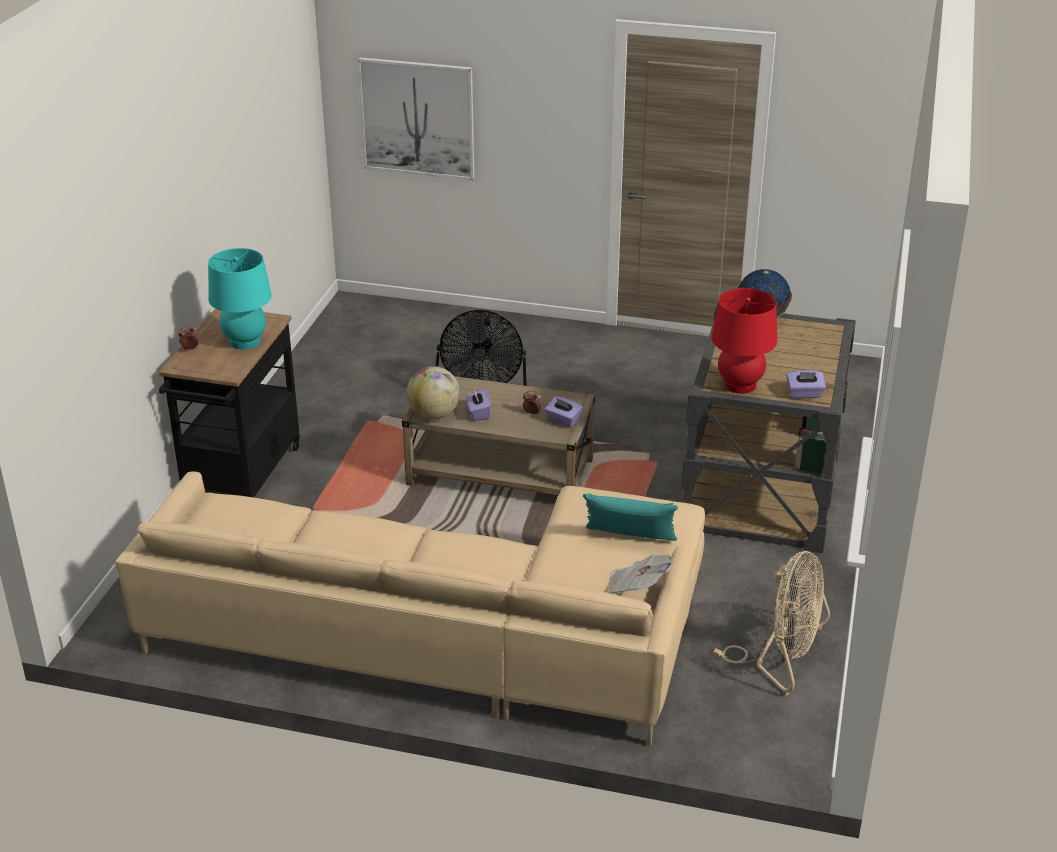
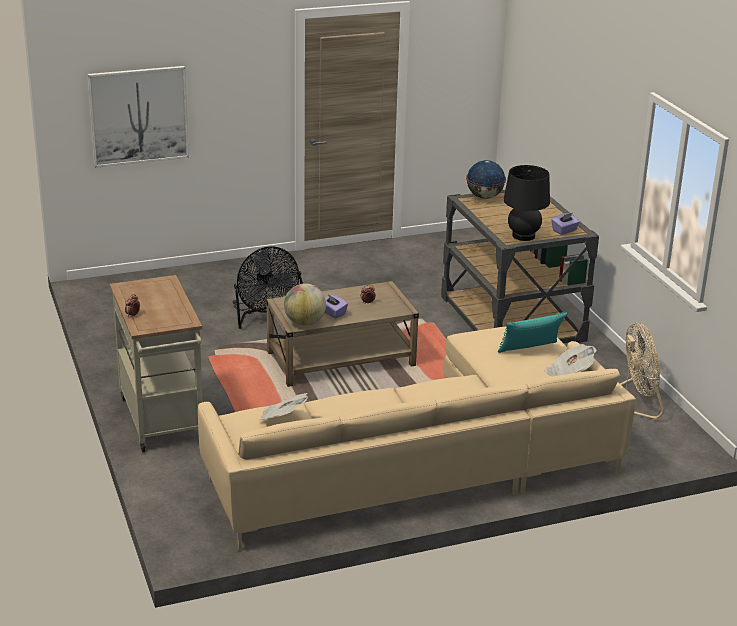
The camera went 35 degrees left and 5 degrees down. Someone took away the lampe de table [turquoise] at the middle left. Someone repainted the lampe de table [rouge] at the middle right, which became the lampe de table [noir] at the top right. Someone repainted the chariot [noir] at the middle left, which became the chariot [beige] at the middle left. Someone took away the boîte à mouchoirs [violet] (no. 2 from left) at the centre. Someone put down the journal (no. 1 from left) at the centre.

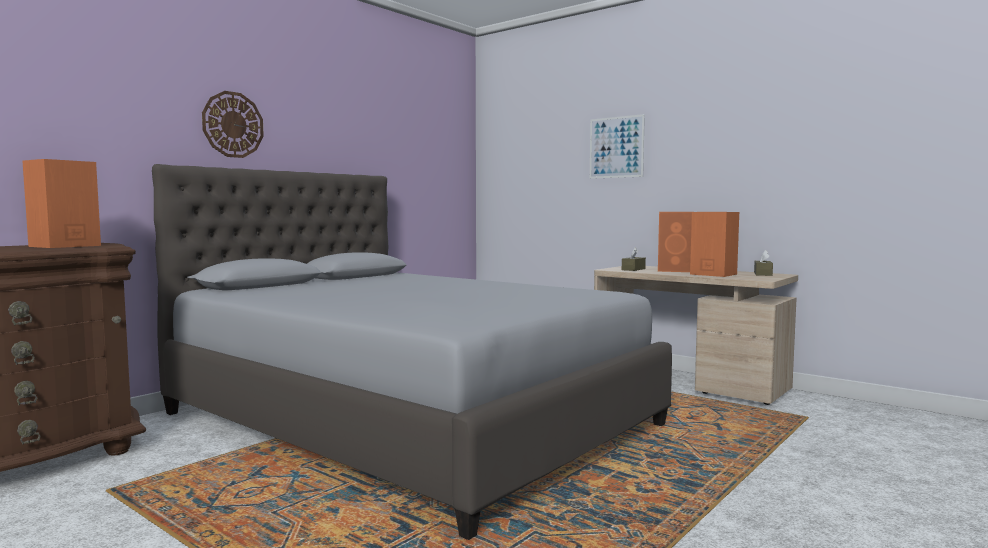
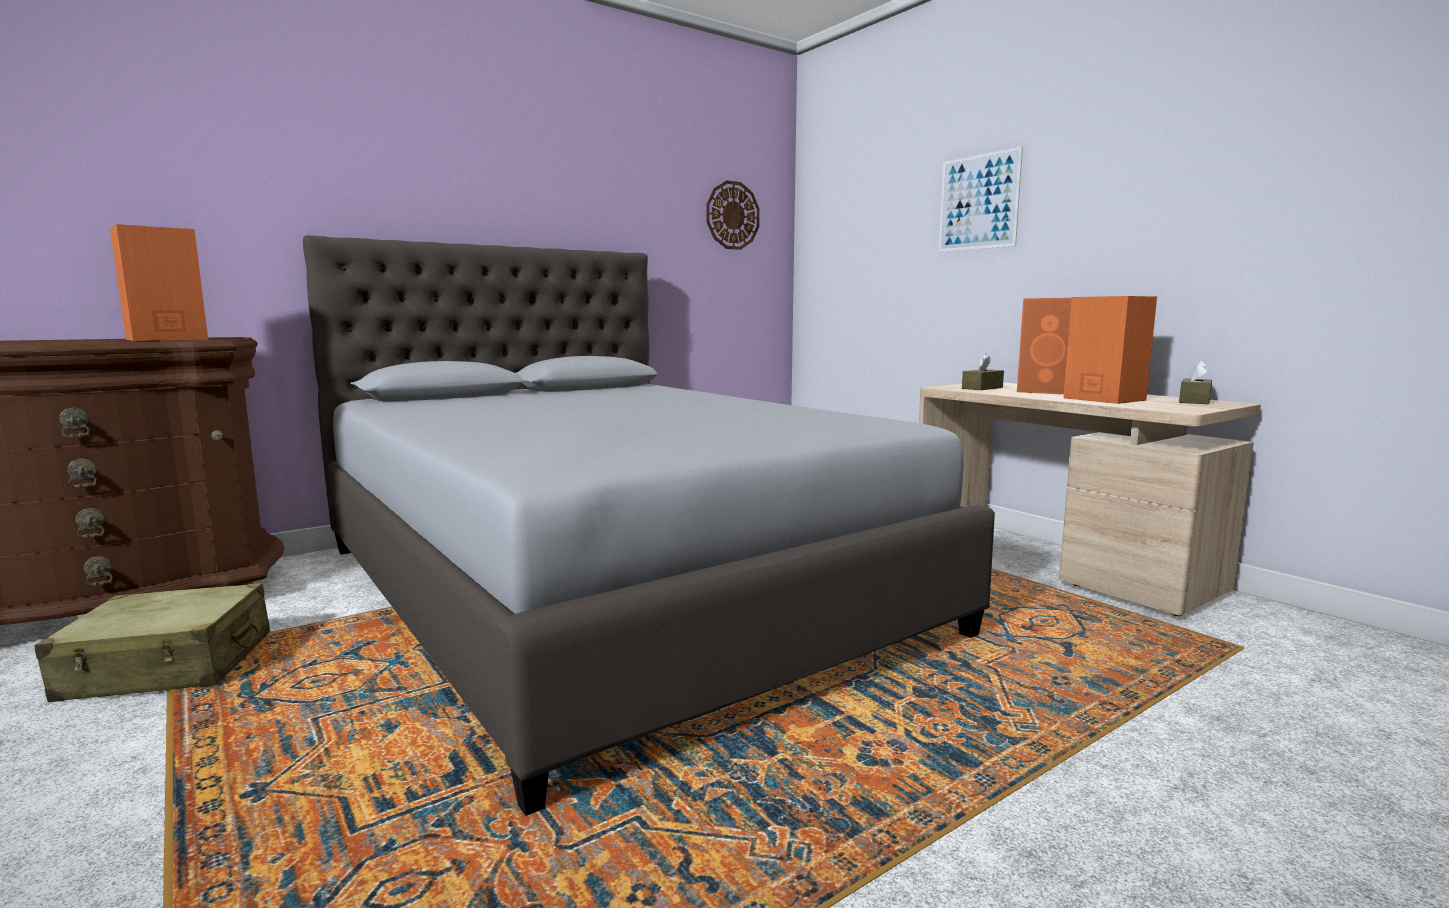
The camera went 15 degrees right and 5 degrees up. Someone carried the horloge murale from the top left to the top centre. Someone put down the valise [beige] at the bottom left.

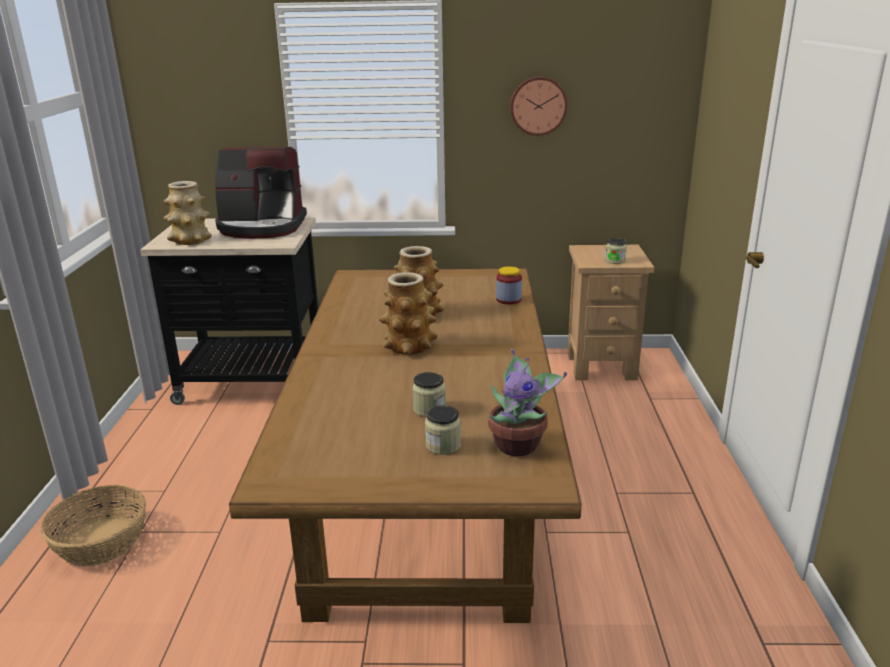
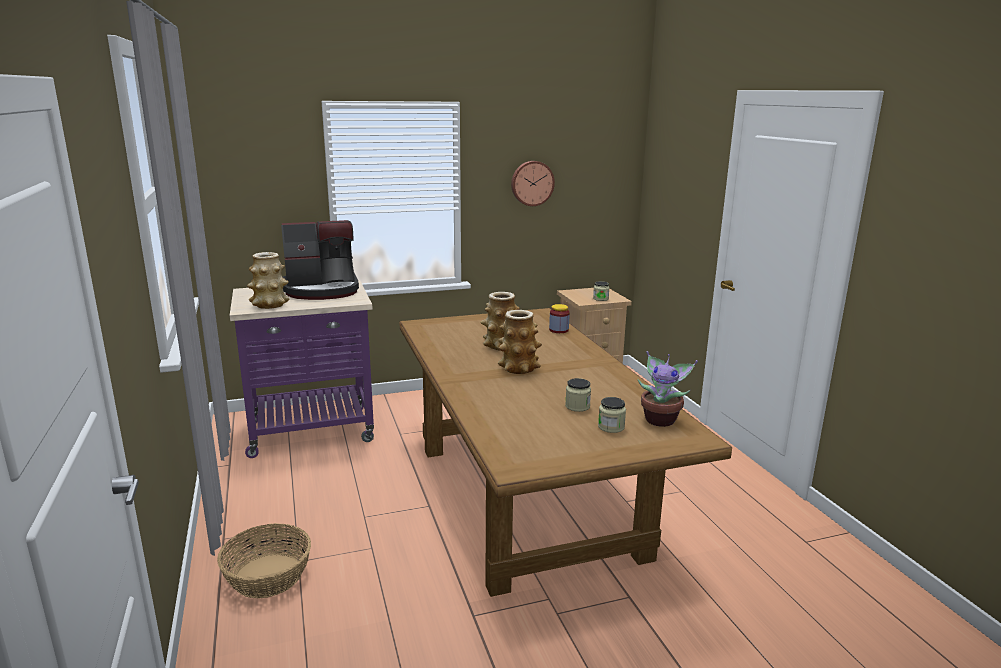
The camera went 20 degrees left and 5 degrees down. Someone repainted the chariot [noir] at the middle left, which became the chariot [violet] at the middle left.

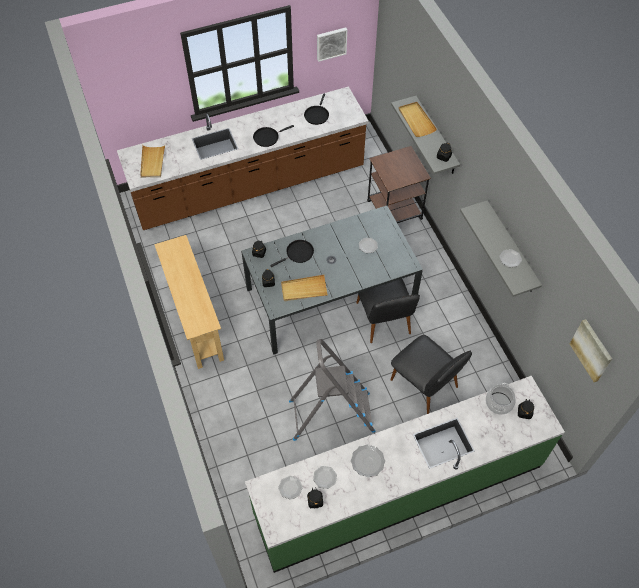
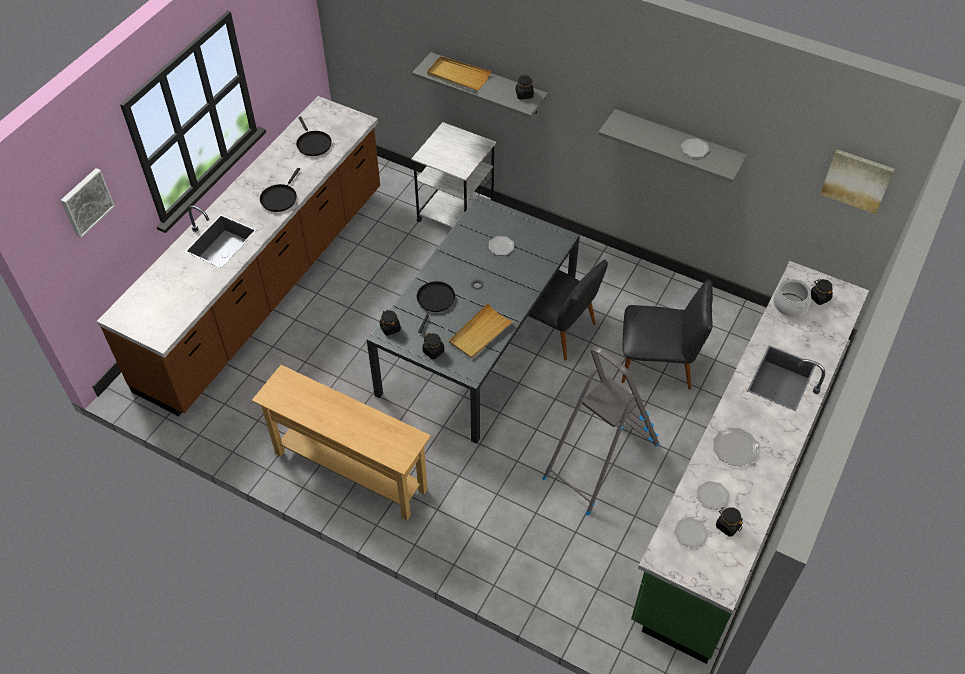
The camera went 40 degrees left and 5 degrees down. Someone carried the tableau (no. 1 from left) from the top centre to the top left. Someone took away the plateau [beige] (no. 1 from left) at the top left. Someone repainted the chariot [marron] at the top centre, which became the chariot [blanc] at the top centre.

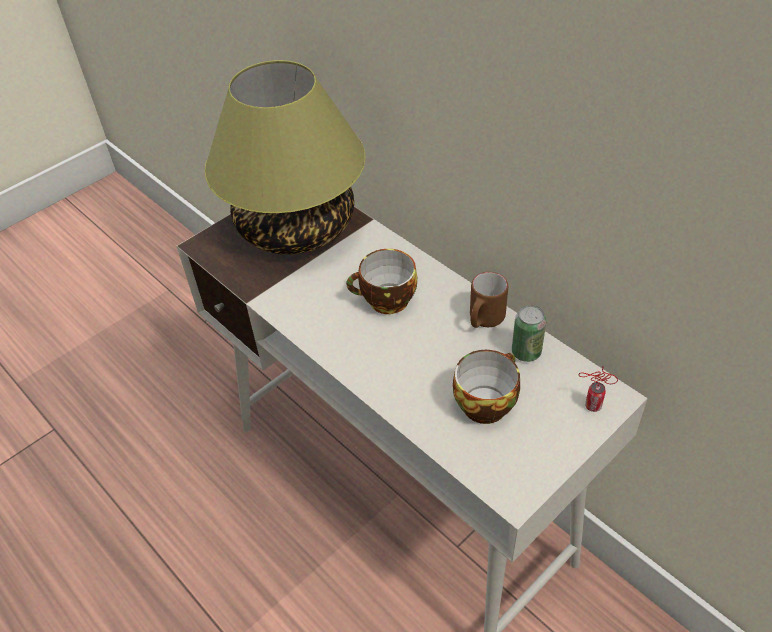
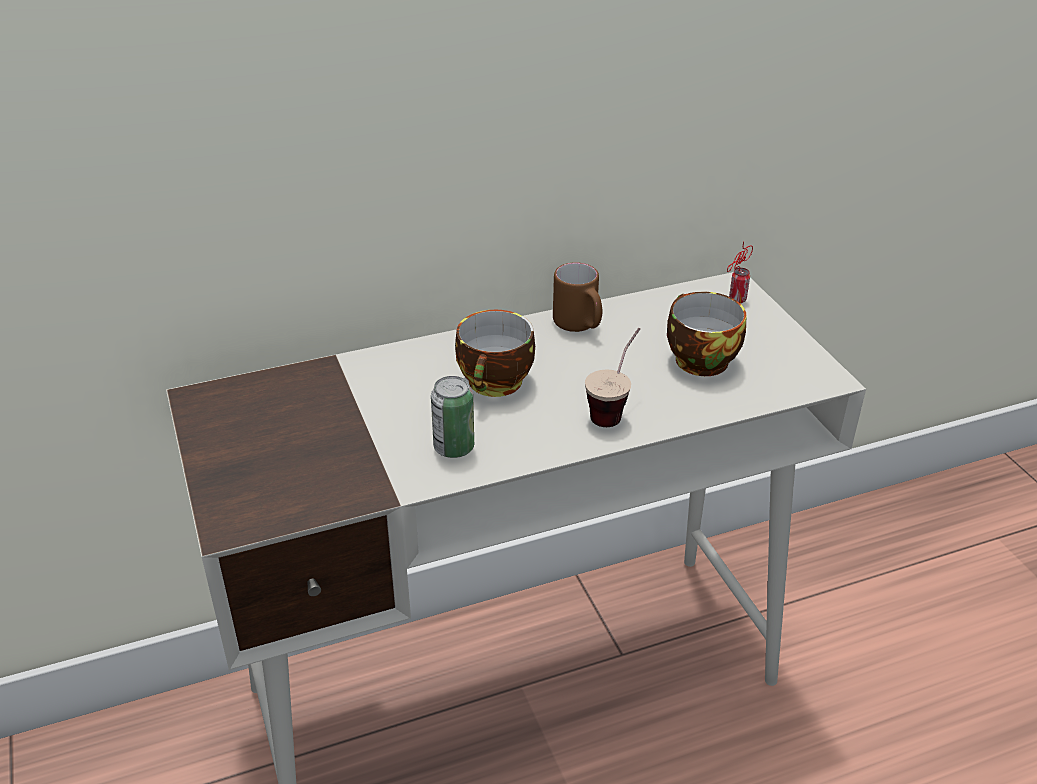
The camera went 70 degrees left and 10 degrees down. Someone took away the lampe de table at the top centre. Someone carried the boîte métallique (no. 1 from left) from the middle right to the centre. Someone put down the tasse (no. 2 from left) at the centre.

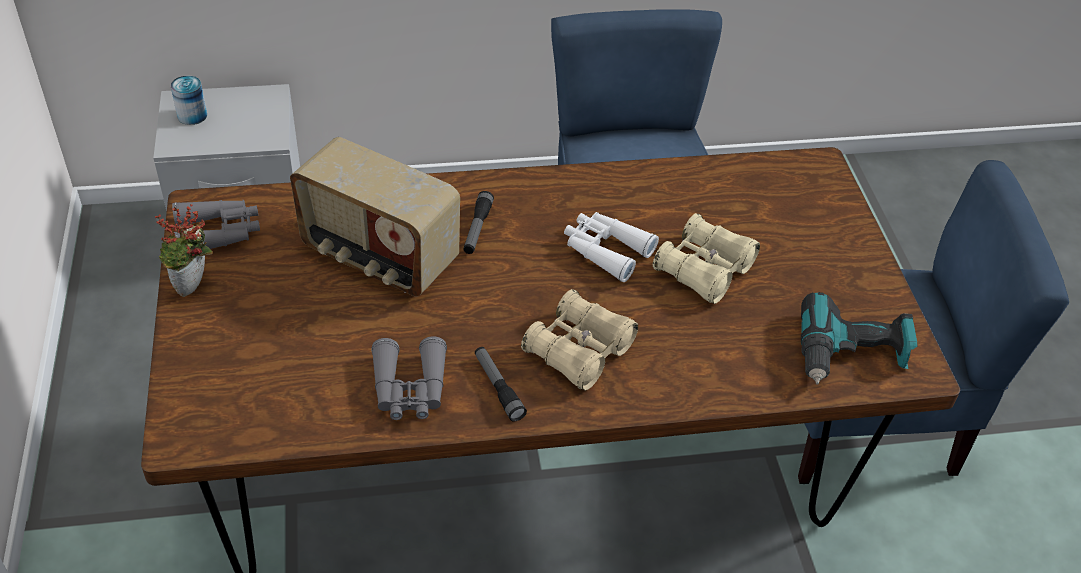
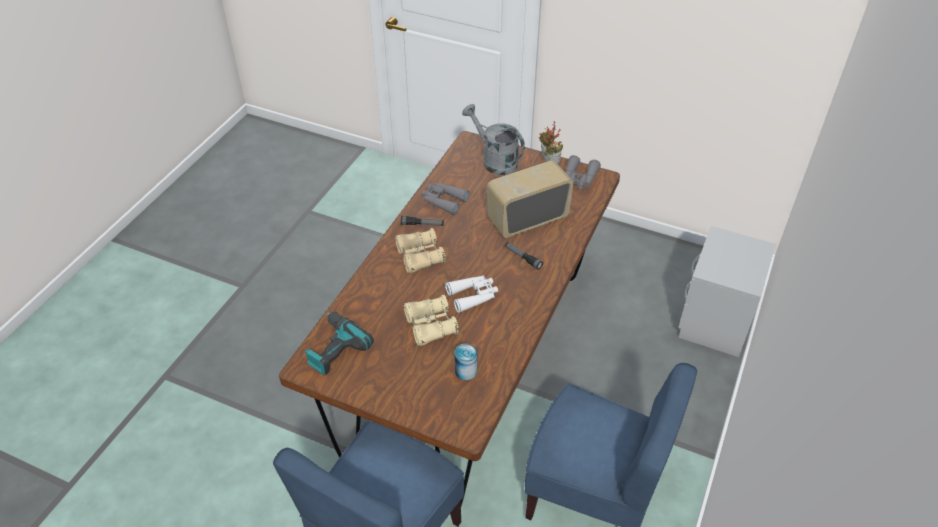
The camera went 125 degrees right and 0 degrees up. Someone carried the boîte métallique from the top left to the bottom centre. Someone put down the arrosoir [gris] at the top centre.

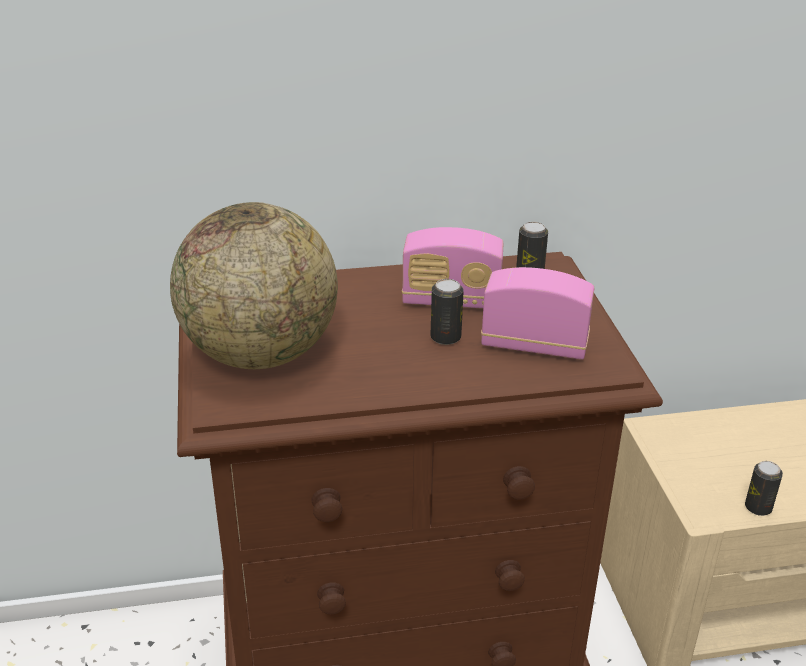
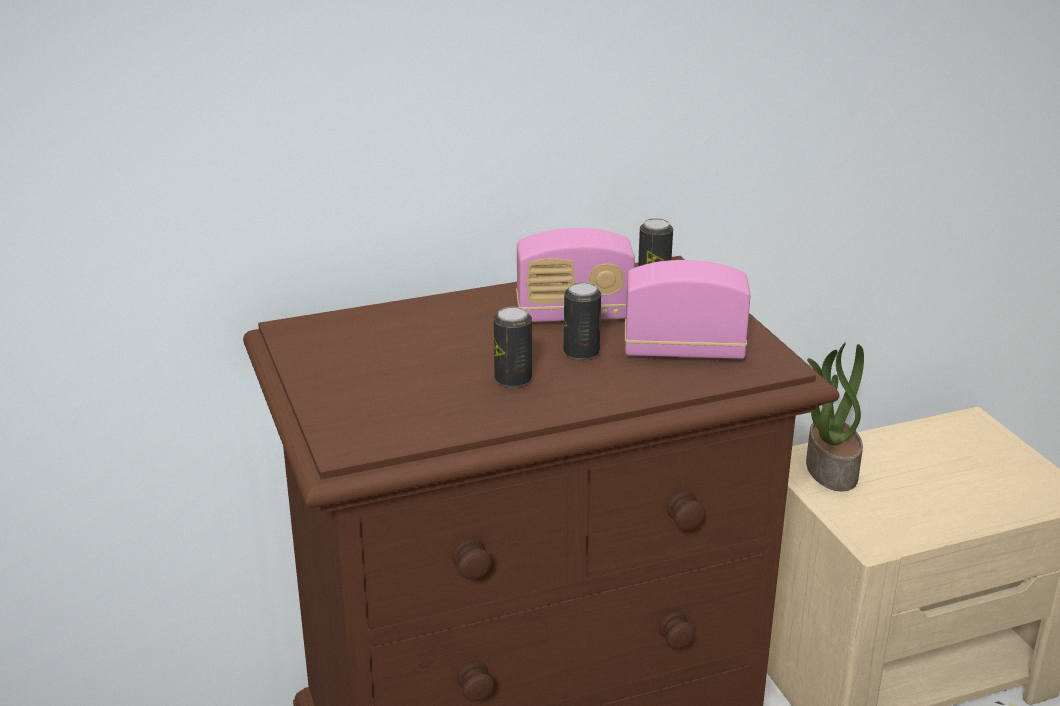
The camera went 10 degrees left and 5 degrees down. Someone took away the globe at the middle left. Someone carried the boîte métallique (no. 3 from left in the first image) from the bottom right to the centre. Someone put down the plante en pot at the middle right.

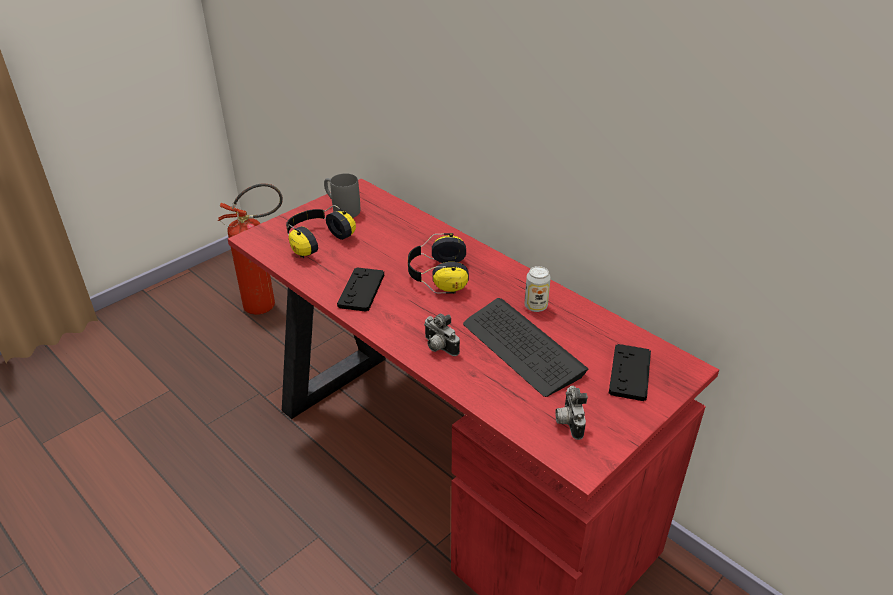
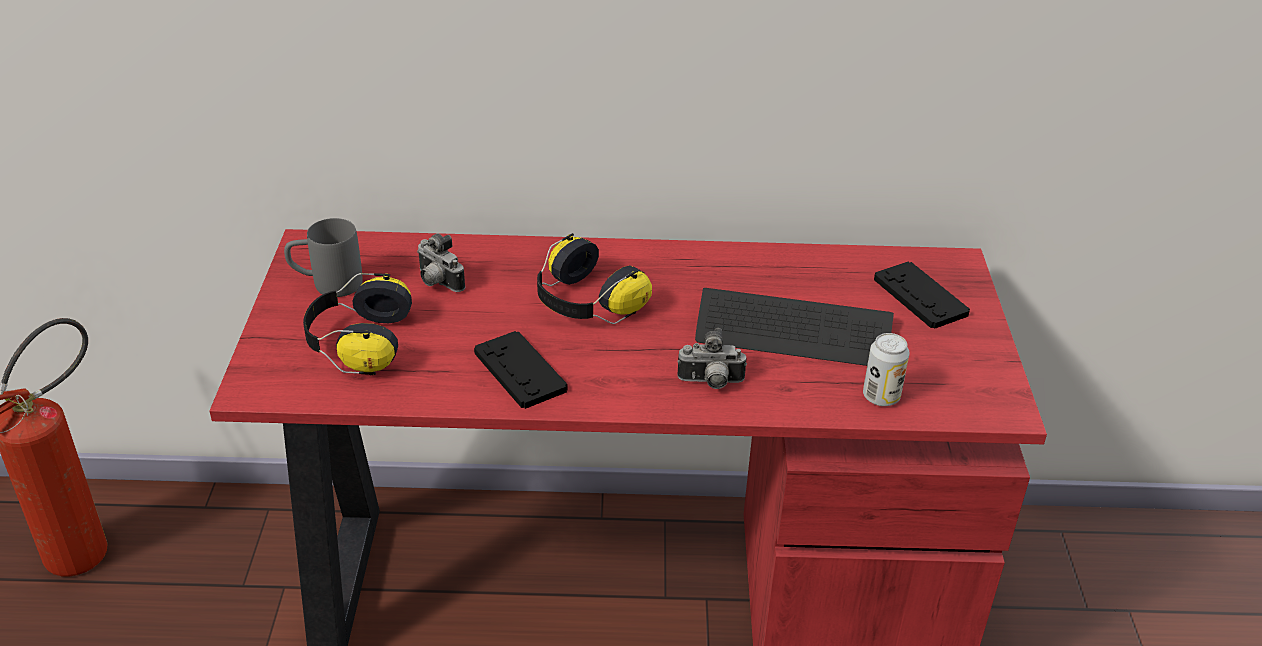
The camera went 45 degrees left and 0 degrees up. Someone carried the boîte métallique from the centre to the middle right. Someone carried the appareil photo (no. 2 from left in the first image) from the bottom centre to the centre.

